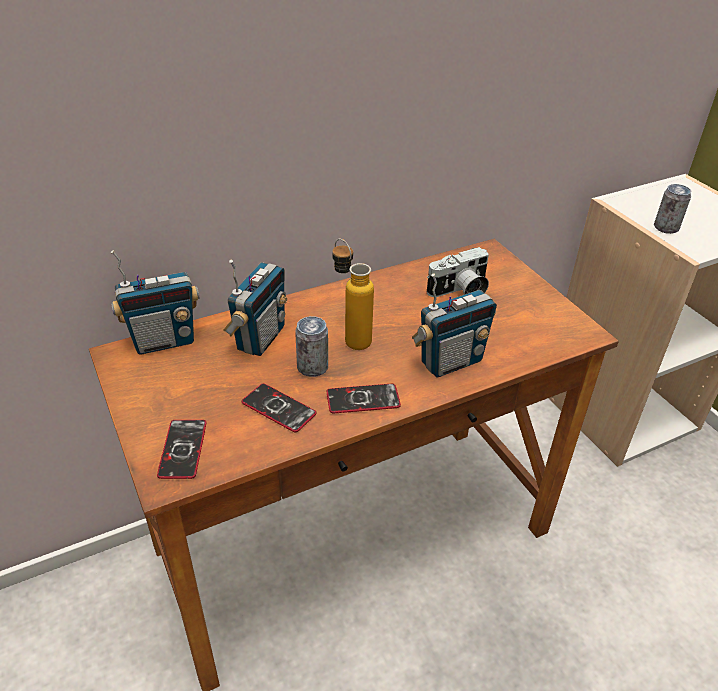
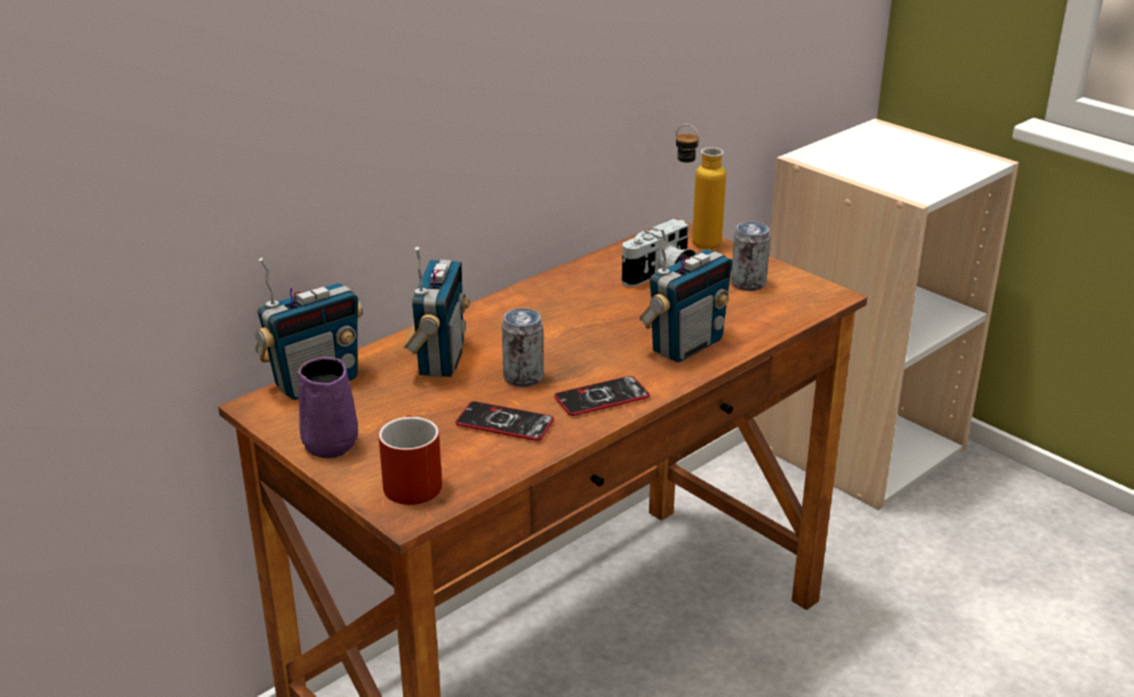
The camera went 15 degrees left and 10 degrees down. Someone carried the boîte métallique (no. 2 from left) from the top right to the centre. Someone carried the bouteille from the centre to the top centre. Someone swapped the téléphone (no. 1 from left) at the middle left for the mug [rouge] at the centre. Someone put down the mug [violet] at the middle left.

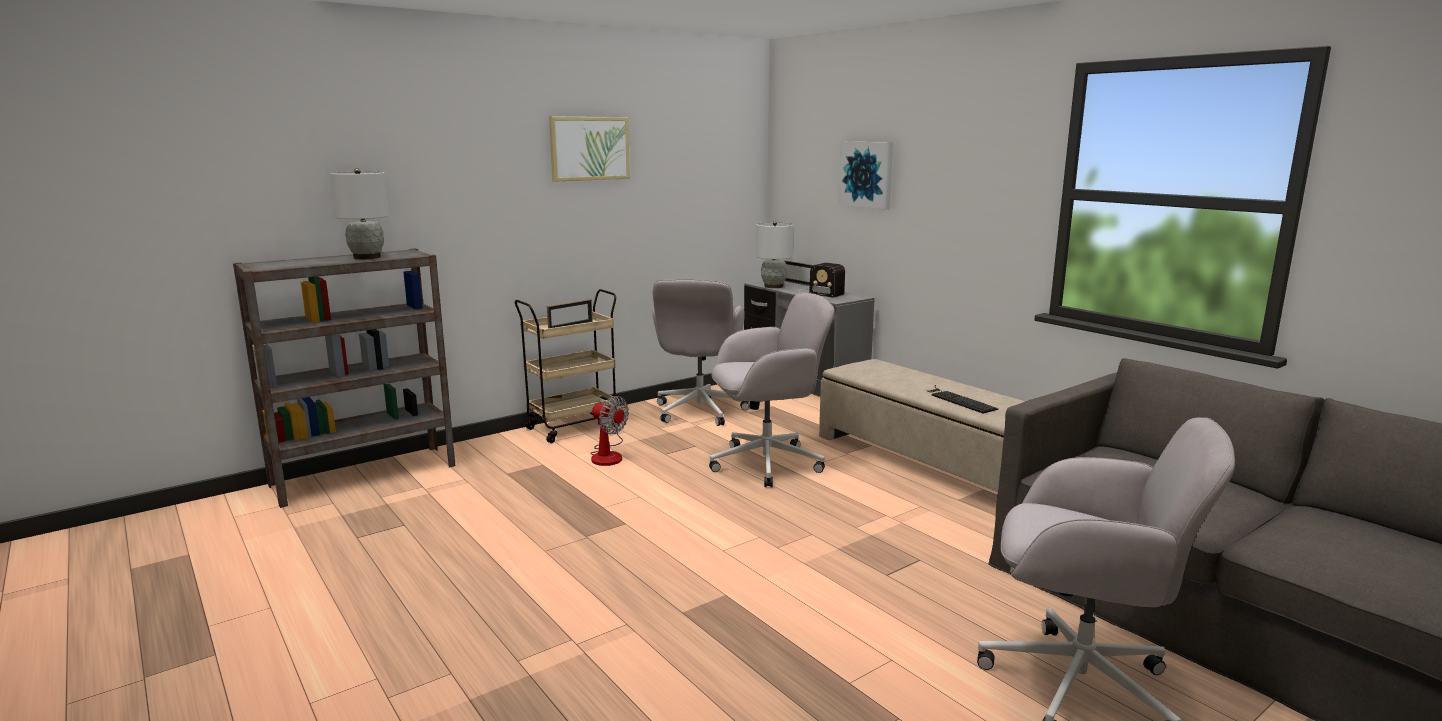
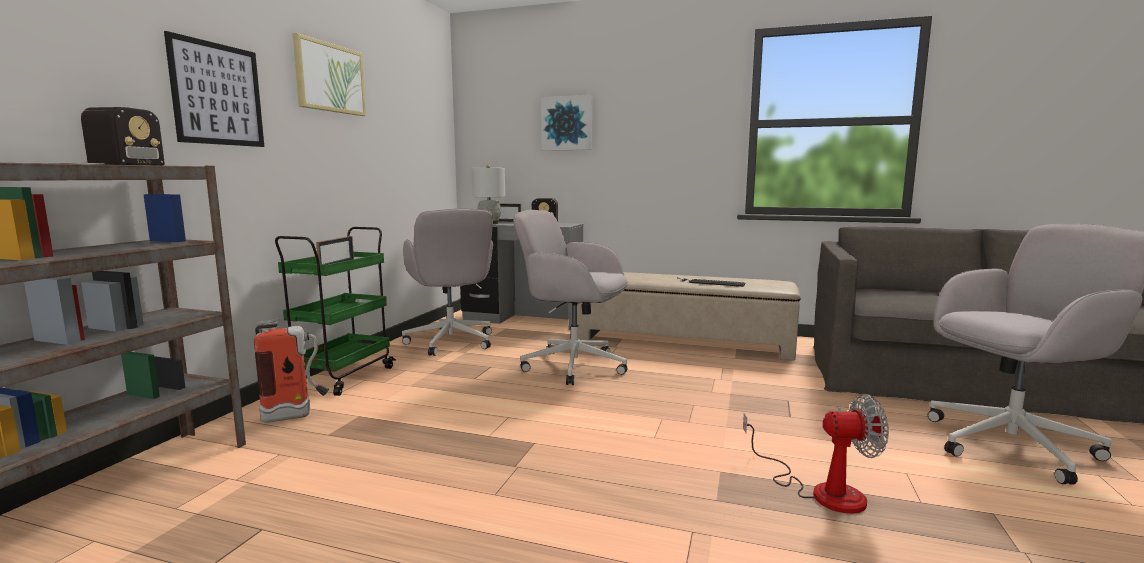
The camera went 35 degrees left and 5 degrees down. Someone swapped the lampe de table [blanc] (no. 1 from left) at the top left for the radio (no. 1 from left) at the top left. Someone repainted the chariot [beige] at the centre, which became the chariot [vert] at the middle left. Someone rotated the chaise de bureau [gris] (no. 2 from left) at the centre by 105 degrees counterclockwise. Someone carried the ventilateur from the centre to the bottom right. Someone put up the tableau (no. 1 from left) at the top left. Someone put down the extincteur at the middle left.

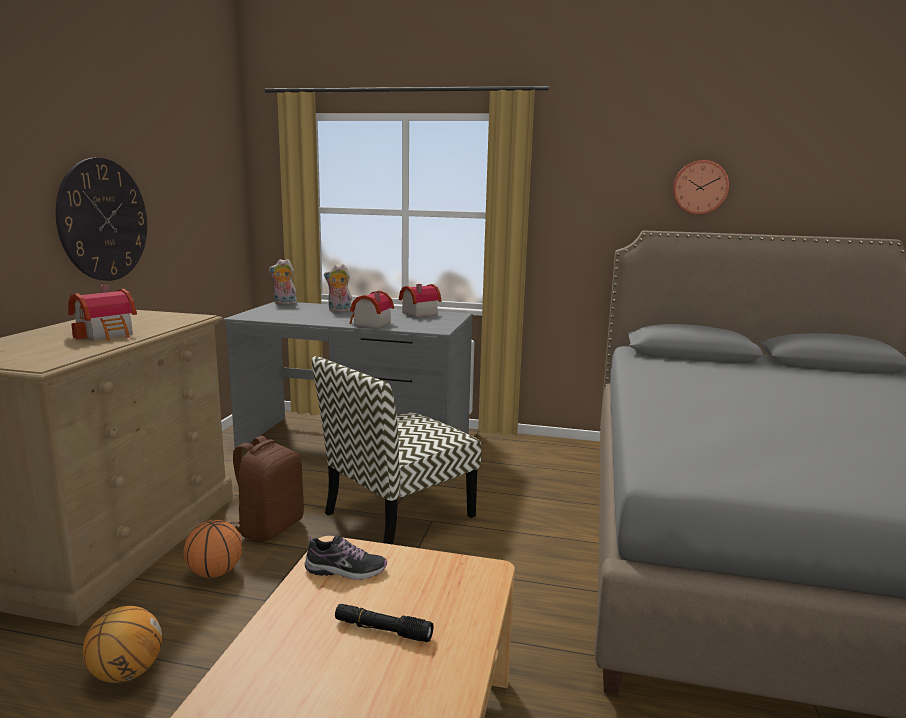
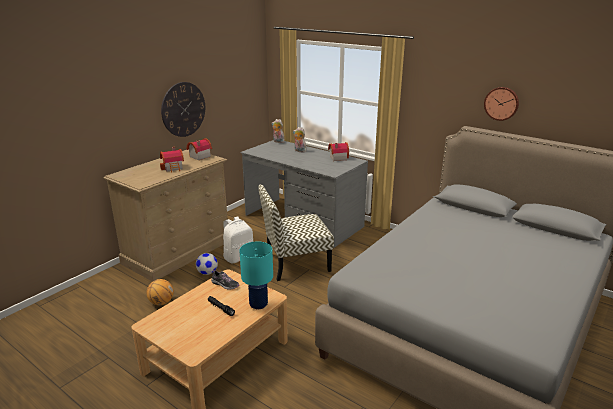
The camera went 25 degrees right and 10 degrees up. Someone carried the maison miniature (no. 2 from left) from the centre to the middle left. Someone repainted the sac à dos [marron] at the bottom left, which became the sac à dos [blanc] at the centre. Someone swapped the ballon de basket (no. 2 from left) at the bottom left for the ballon de foot at the centre. Someone put down the lampe de table [turquoise] at the bottom centre.

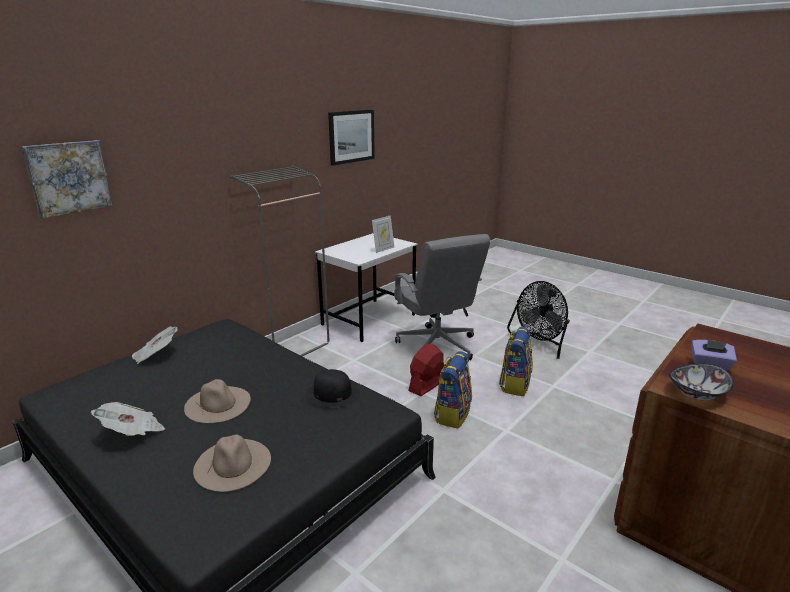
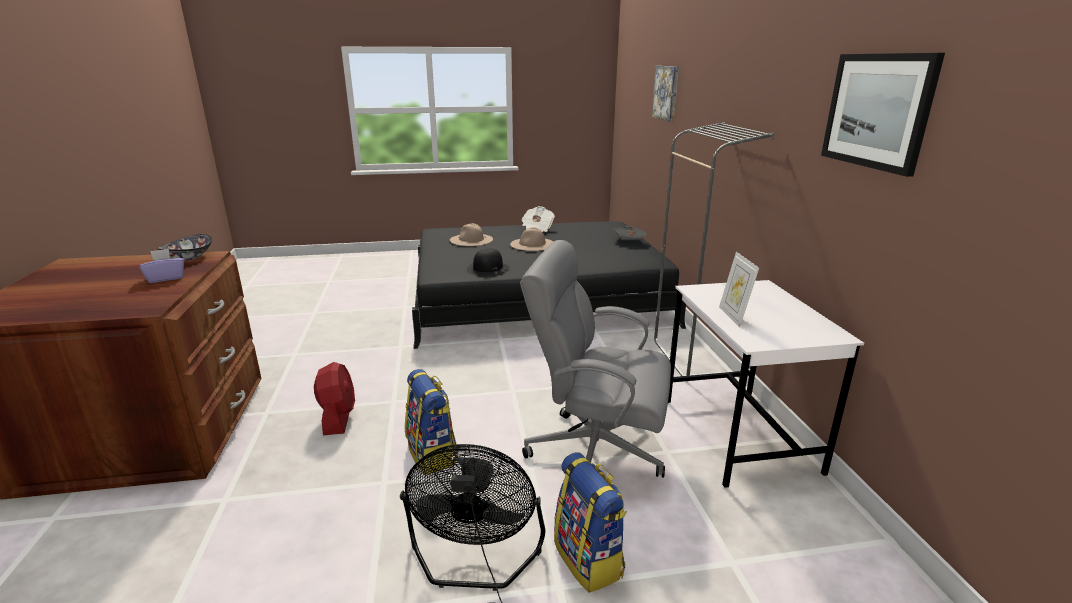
The camera went 130 degrees right and 0 degrees up. Someone carried the ventilateur [rouge] from the centre to the middle left. Someone carried the sac à dos (no. 1 from left in the first image) from the centre to the bottom centre.

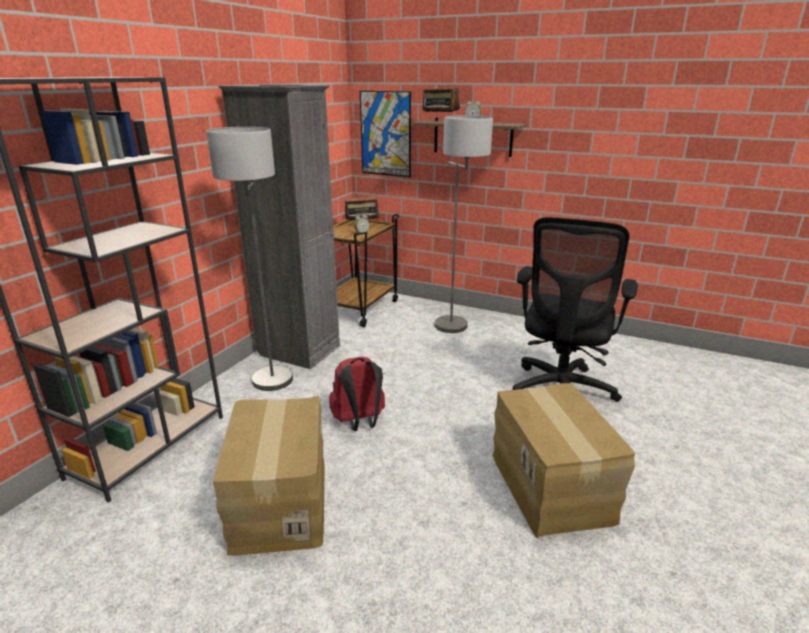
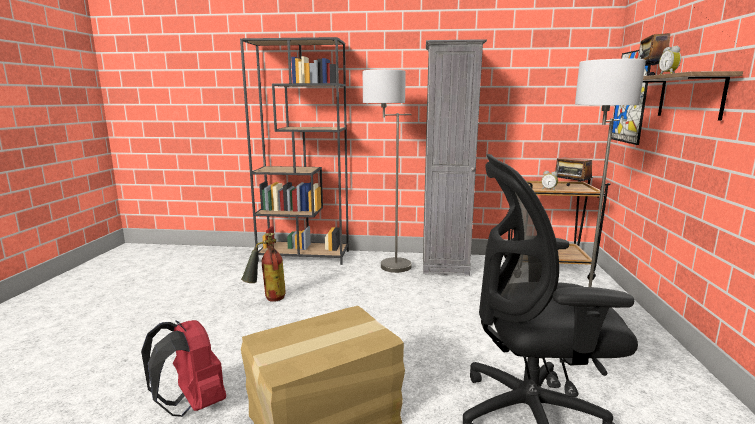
The camera went 70 degrees right and 10 degrees down. Someone carried the sac à dos [rouge] from the centre to the bottom left. Someone swapped the carton (no. 1 from left) at the bottom left for the extincteur at the centre.

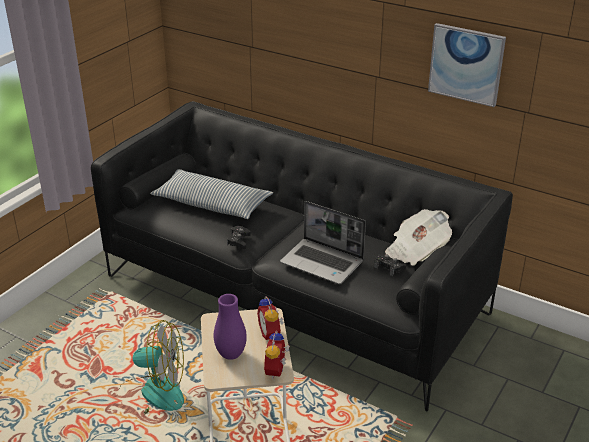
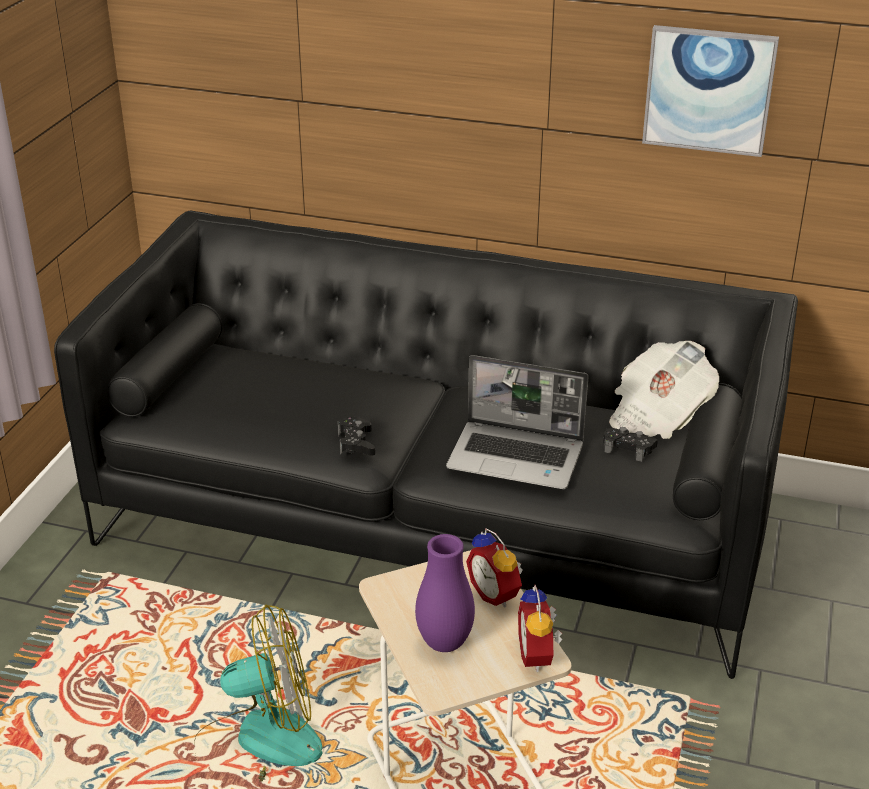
The camera went 15 degrees left and 0 degrees up. Someone took away the coussin at the centre.

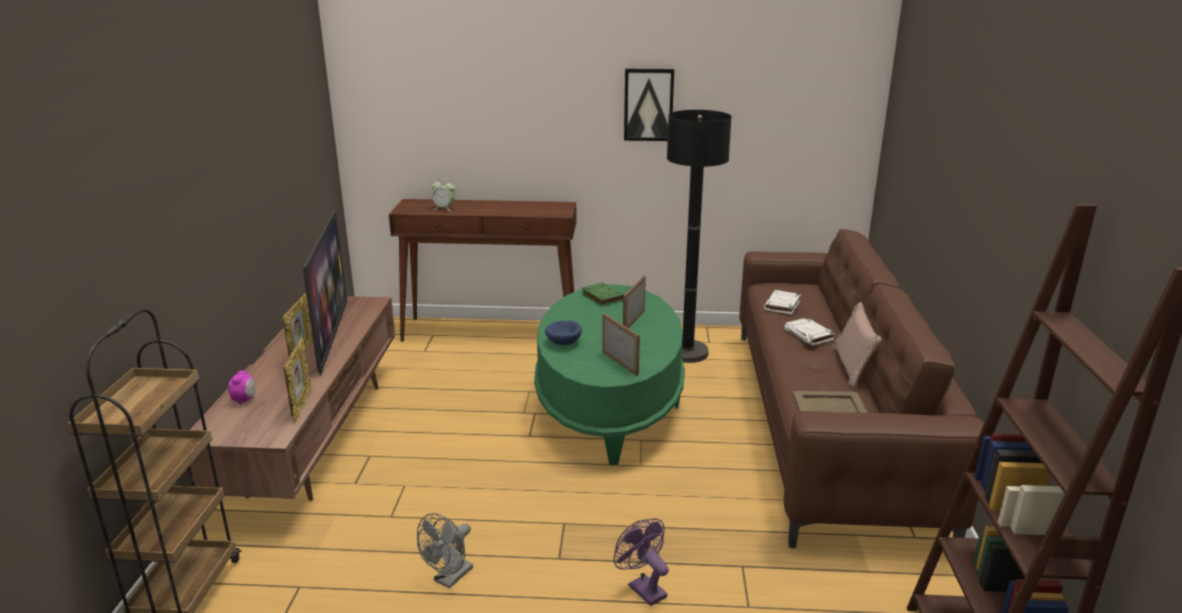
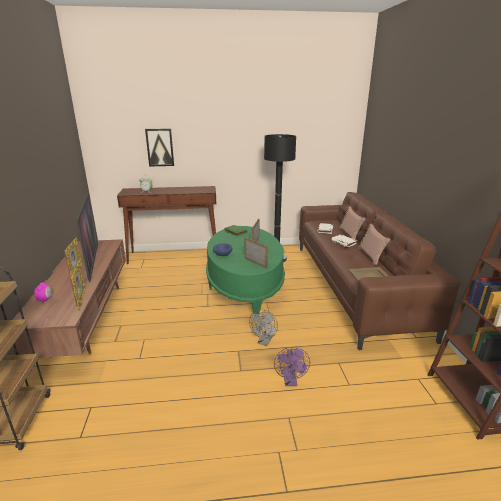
The camera went 10 degrees left and 0 degrees up. Someone carried the tableau from the top centre to the top left. Someone carried the ventilateur [gris] from the bottom centre to the centre. Someone rotated the ventilateur [violet] at the bottom centre by 135 degrees counterclockwise. Someone put down the coussin [beige] (no. 1 from left) at the middle right.

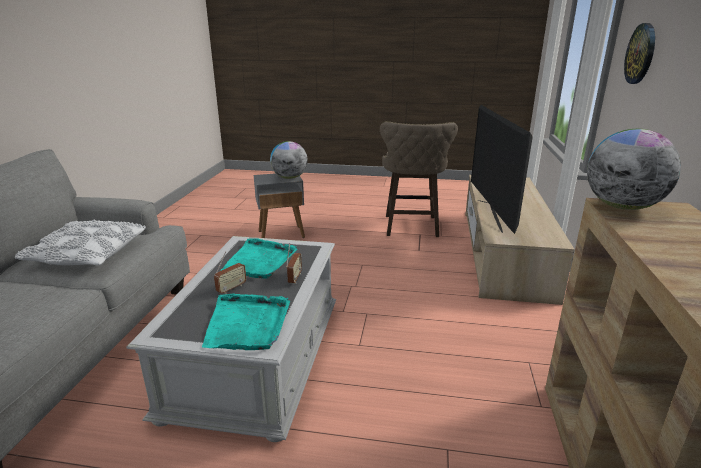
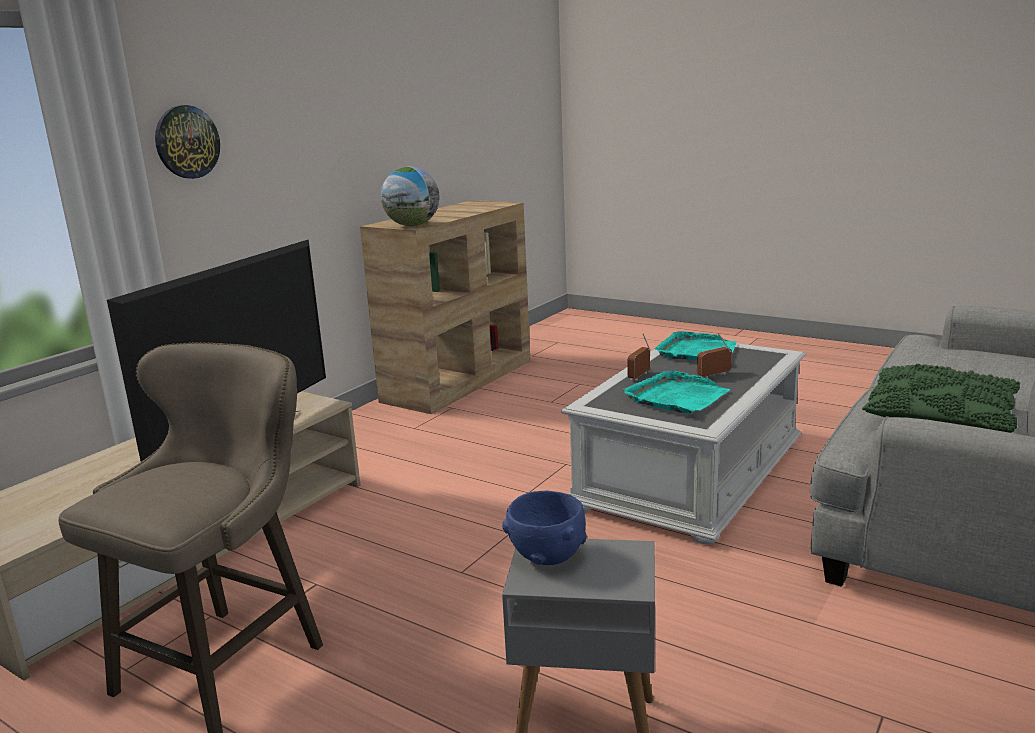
The camera went 155 degrees left and 5 degrees down. Someone swapped the globe (no. 1 from left) at the centre for the bol [bleu] at the bottom centre. Someone repainted the coussin [blanc] at the middle left, which became the coussin [vert] at the middle right.

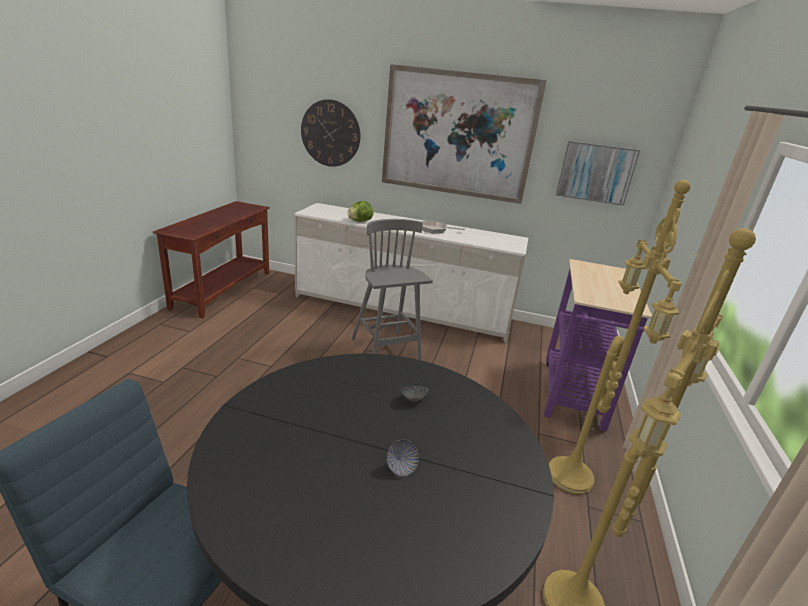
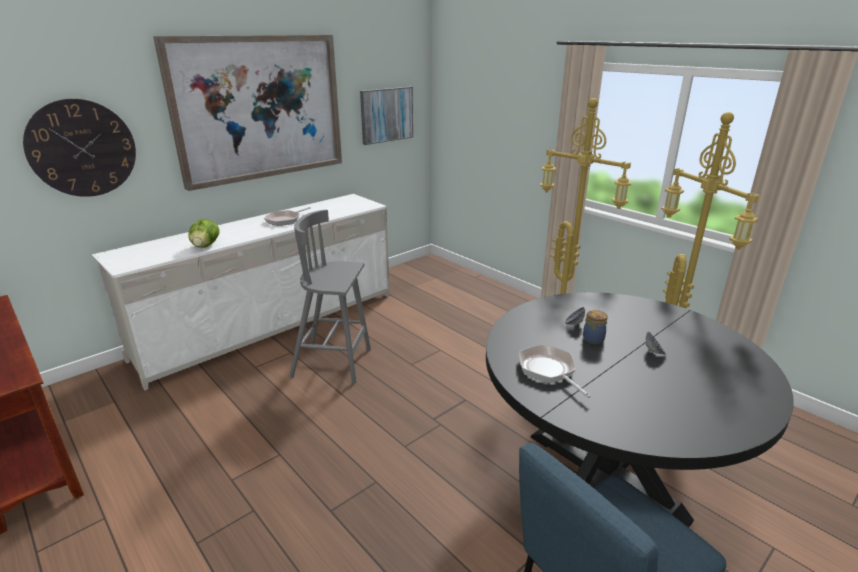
The camera went 55 degrees left and 0 degrees up. Someone took away the chariot [violet] at the middle right. Someone put down the bocal at the middle right. Someone put down the poêle (no. 2 from left) at the centre.

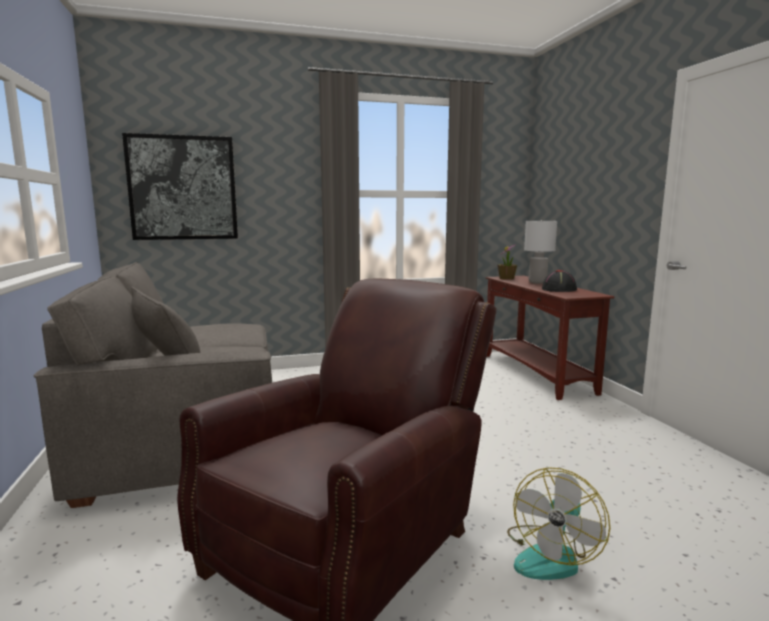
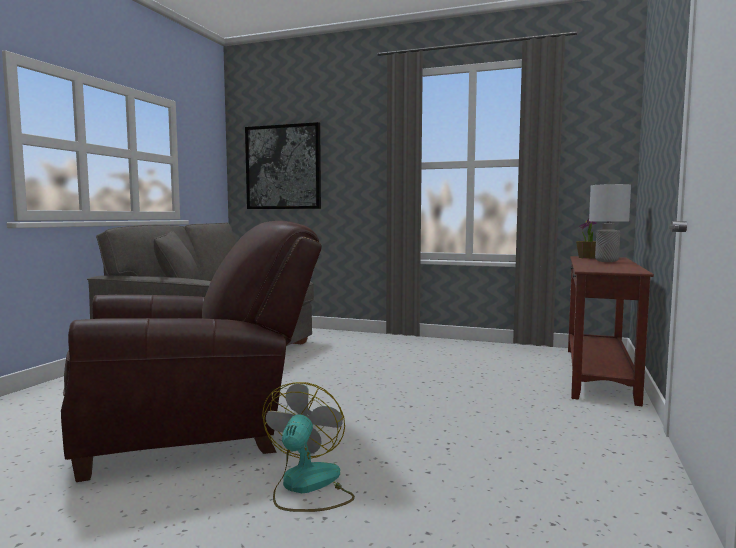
The camera went 35 degrees right and 5 degrees down. Someone took away the chapeau [noir] at the middle right. Someone rotated the ventilateur at the bottom right by 120 degrees clockwise.

